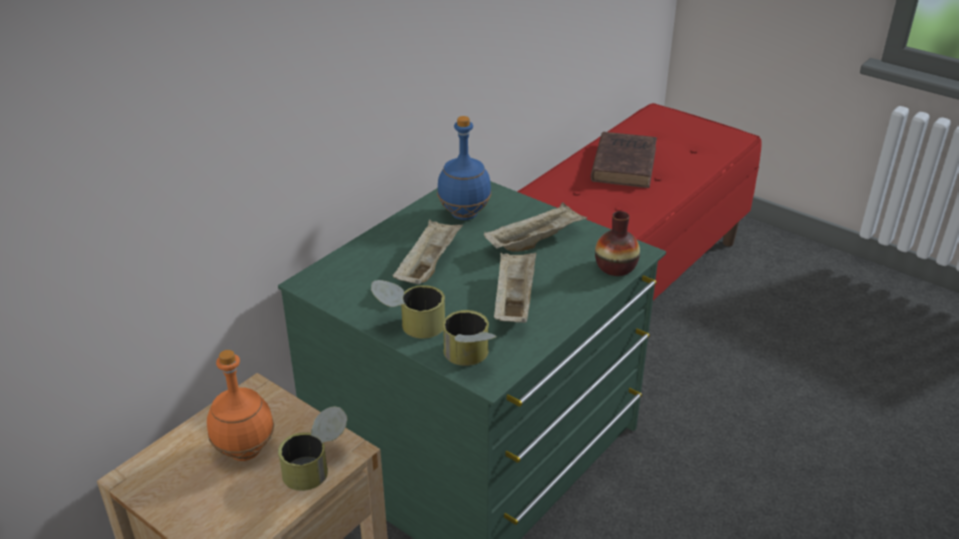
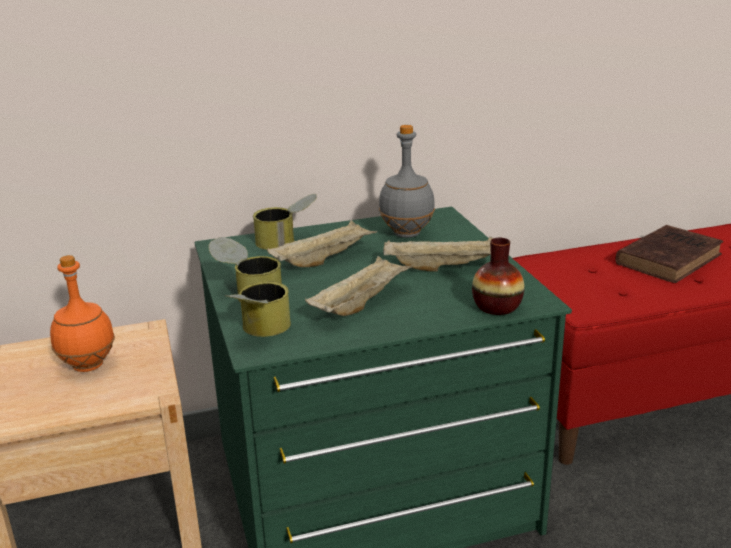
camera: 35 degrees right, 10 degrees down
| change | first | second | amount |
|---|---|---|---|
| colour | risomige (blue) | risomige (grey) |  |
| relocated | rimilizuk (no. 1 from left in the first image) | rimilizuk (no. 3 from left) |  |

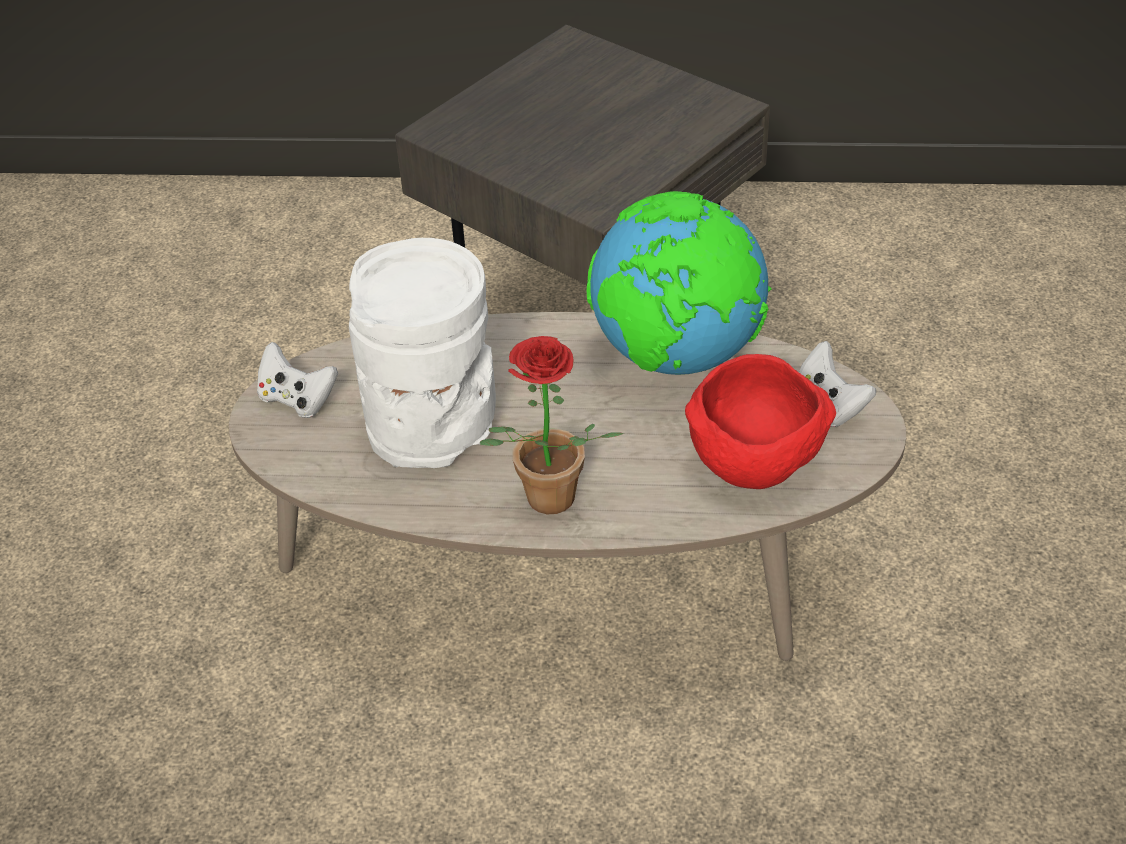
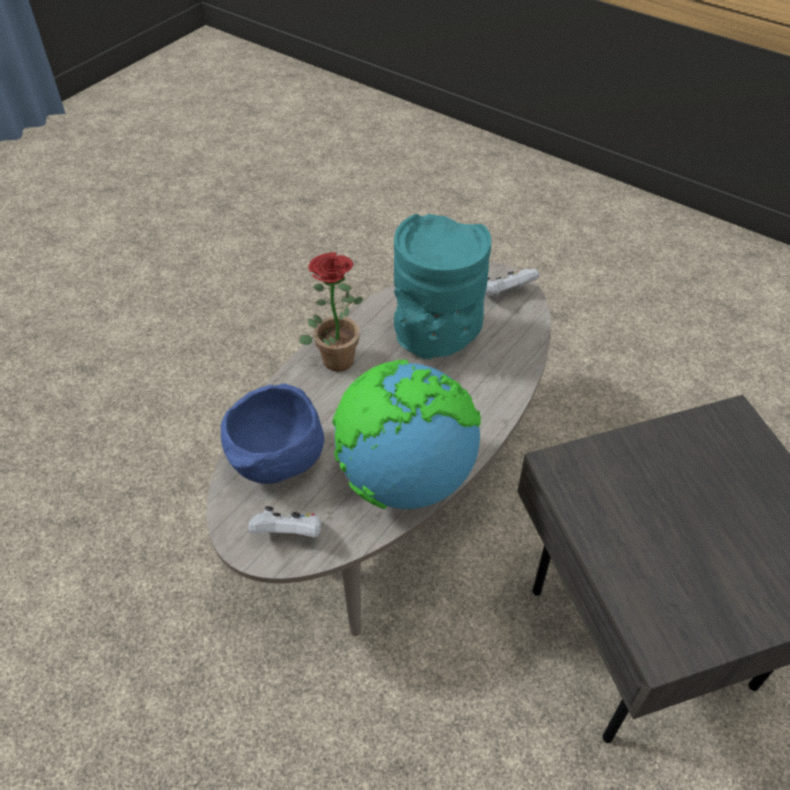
camera: 120 degrees right, 5 degrees up
| change | first | second | amount |
|---|---|---|---|
| colour | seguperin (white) | seguperin (turquoise) |  |
| colour | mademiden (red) | mademiden (blue) |  |

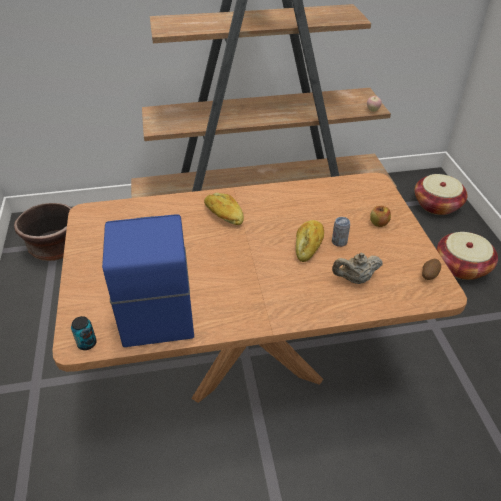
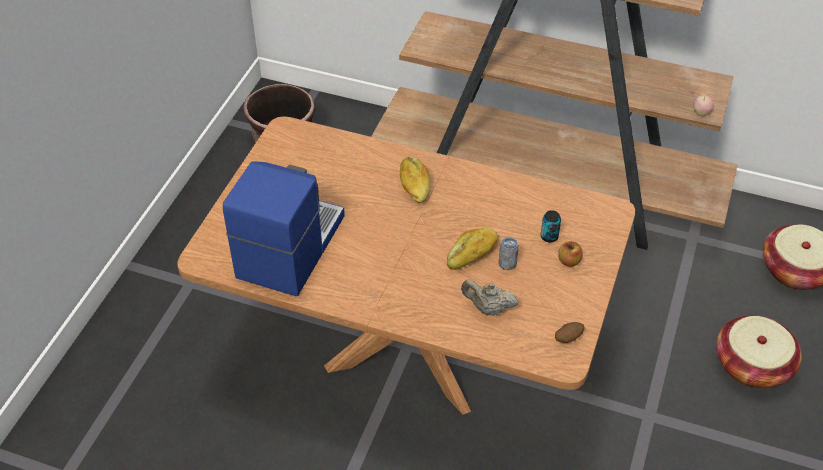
camera: 30 degrees right, 5 degrees up
| change | first | second | amount |
|---|---|---|---|
| relocated | rimilizuk (no. 1 from left in the first image) | rimilizuk (no. 2 from left) |  |

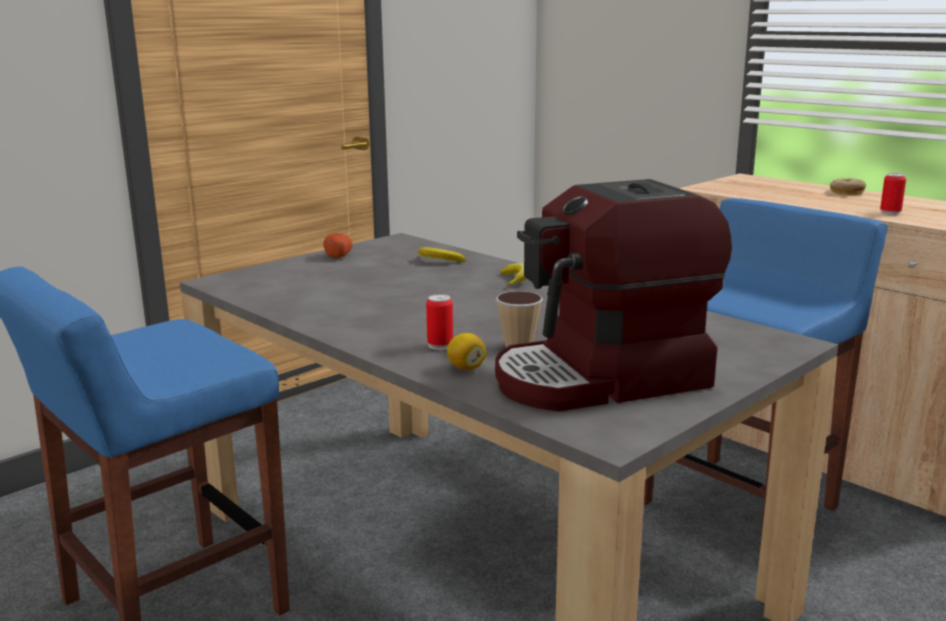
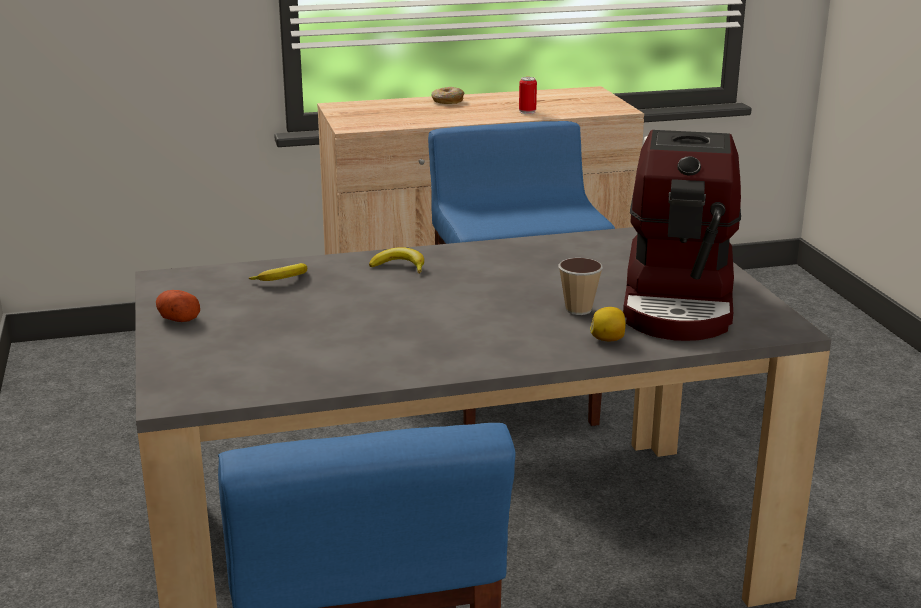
camera: 60 degrees left, 5 degrees up
| change | first | second | amount |
|---|---|---|---|
| missing | rimilizuk (no. 1 from left) |  |  |

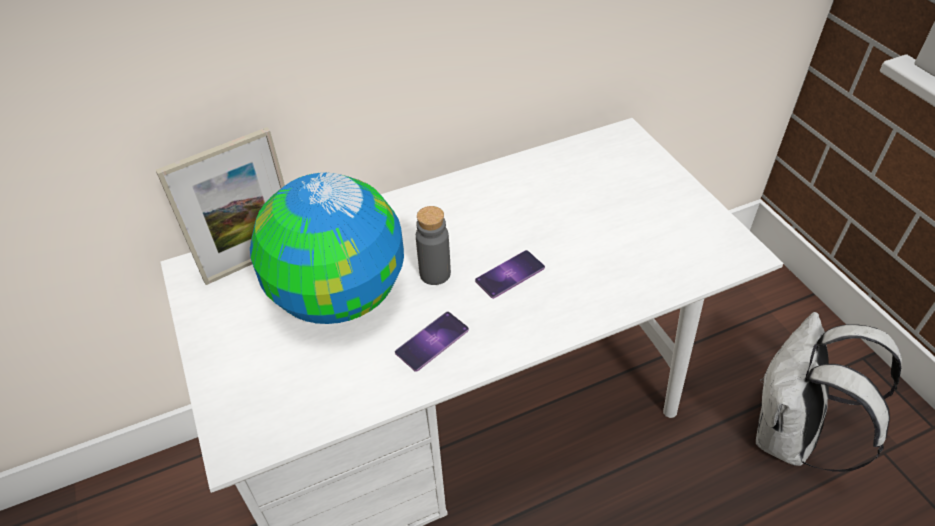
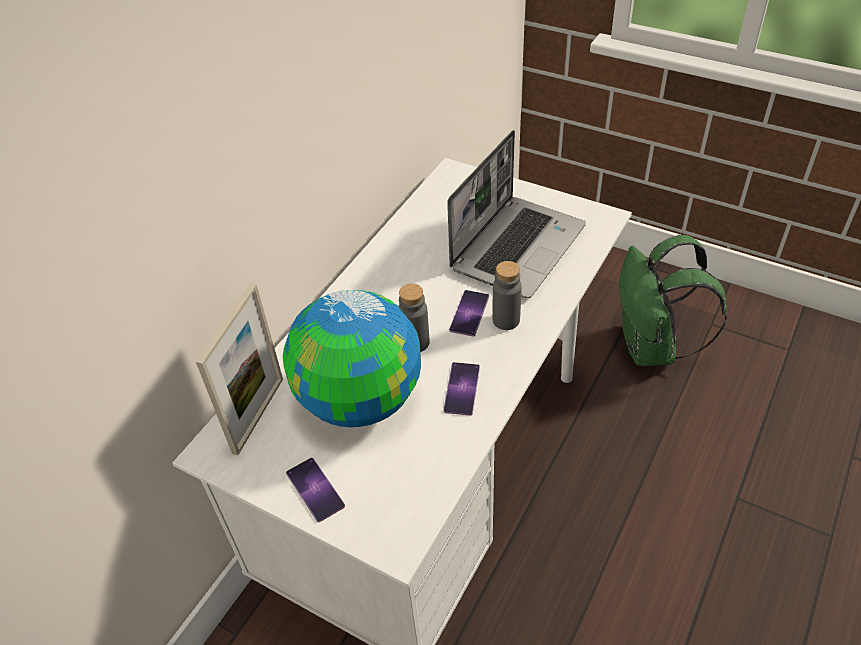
camera: 35 degrees left, 0 degrees up
| change | first | second | amount |
|---|---|---|---|
| colour | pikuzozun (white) | pikuzozun (green) |  |
| appeared |  | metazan |  |
| appeared |  | risomige (grey) (no. 2 from left) |  |
| appeared |  | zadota (no. 1 from left) |  |

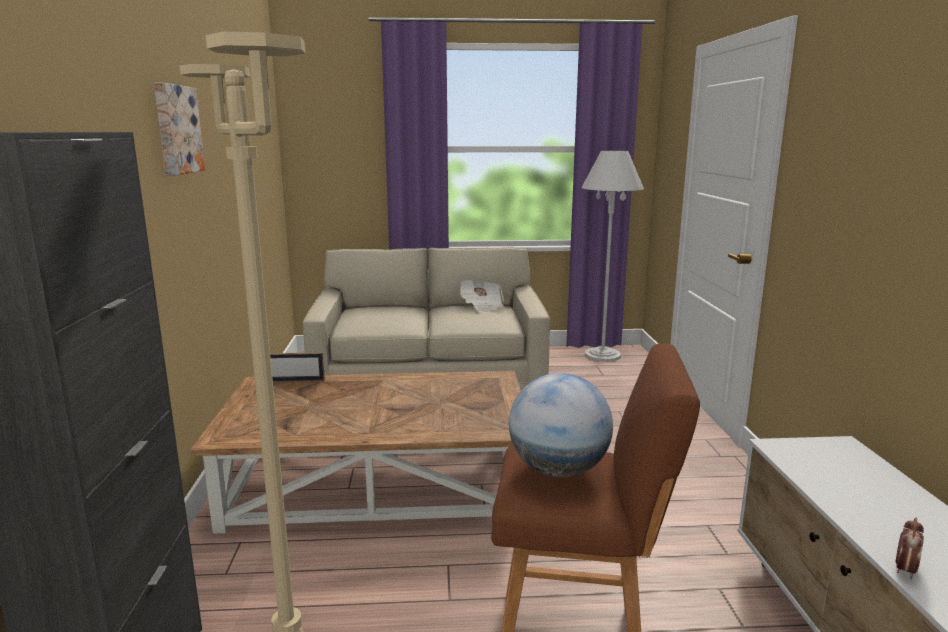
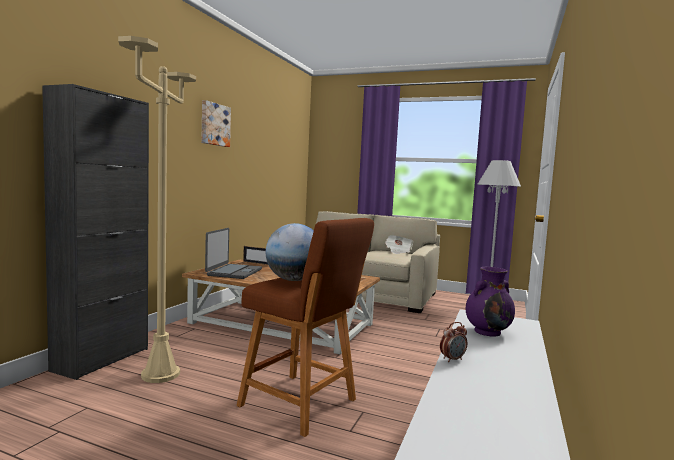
camera: 25 degrees right, 10 degrees down
| change | first | second | amount |
|---|---|---|---|
| appeared |  | metazan |  |
| appeared |  | seguperin (purple) |  |

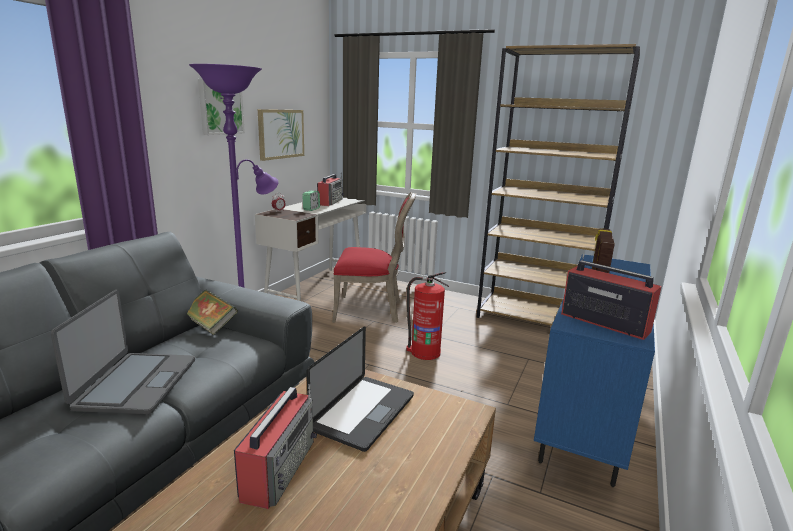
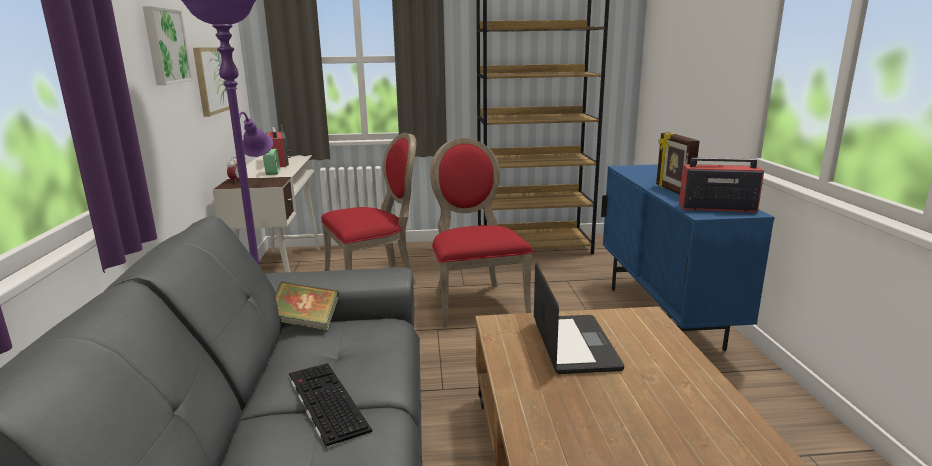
camera: 30 degrees left, 0 degrees up
| change | first | second | amount |
|---|---|---|---|
| exchanged | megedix | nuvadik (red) (no. 2 from left) |  |
| exchanged | metazan (no. 1 from left) | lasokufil |  |
| missing | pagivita (no. 1 from left) |  |  |

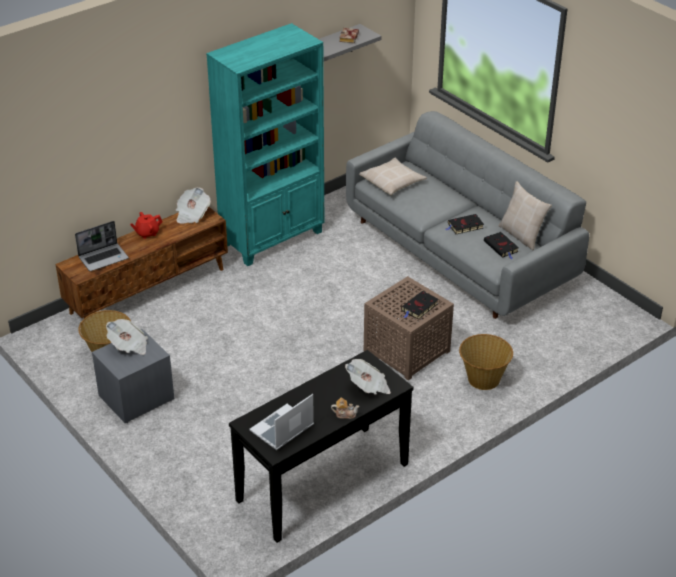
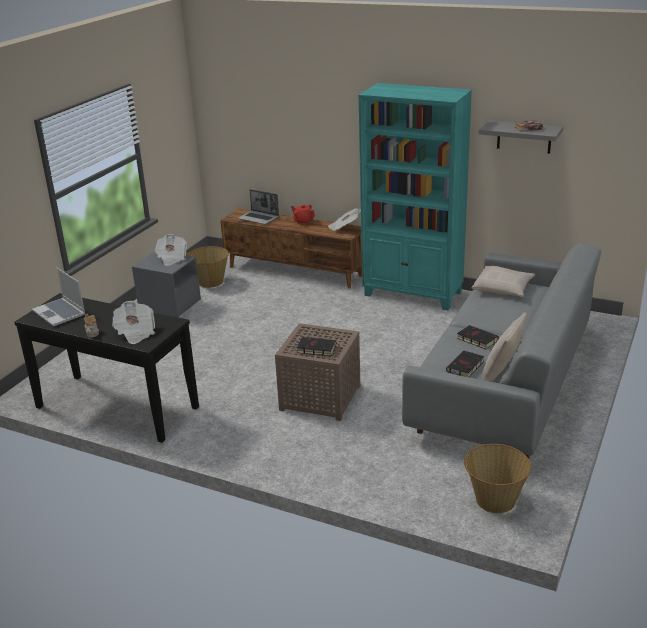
camera: 65 degrees right, 10 degrees down
| change | first | second | amount |
|---|---|---|---|
| relocated | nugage (no. 2 from left) |  |  |
| spun | metazan (no. 2 from left in the first image) | metazan (no. 1 from left) | 150 degrees counterclockwise |

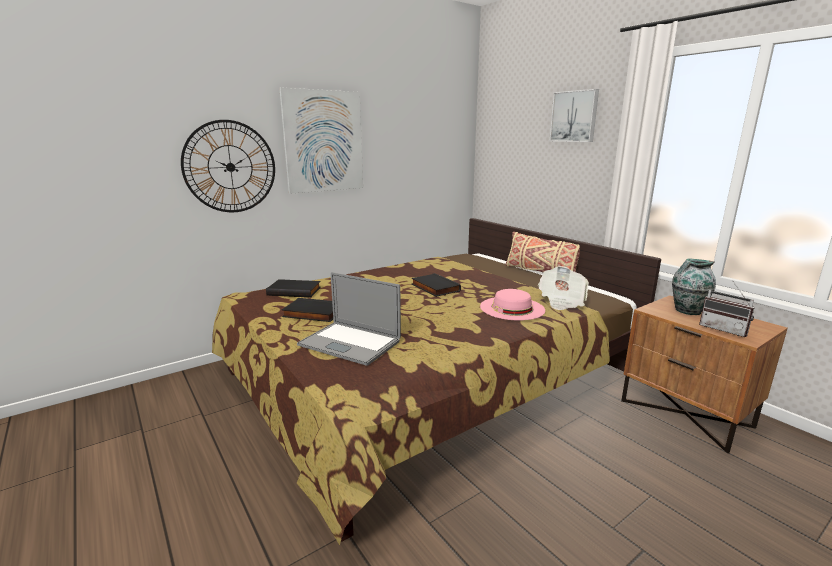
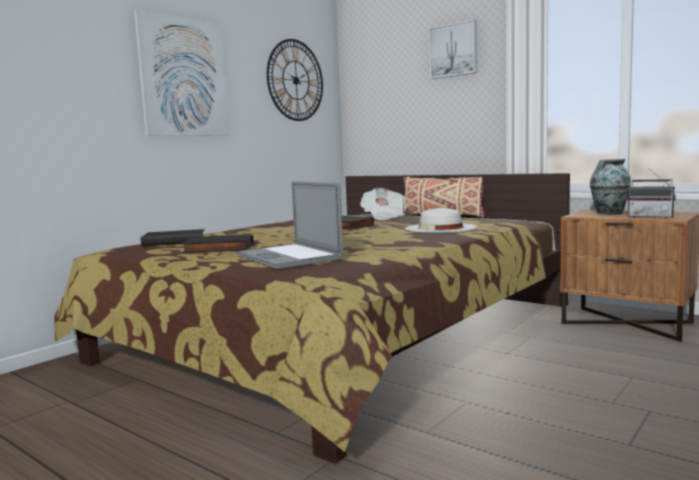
camera: 15 degrees left, 10 degrees down
| change | first | second | amount |
|---|---|---|---|
| relocated | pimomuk |  |  |
| relocated | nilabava |  |  |
| spun | metazan |  | 45 degrees clockwise |
| colour | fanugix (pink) | fanugix (white) |  |

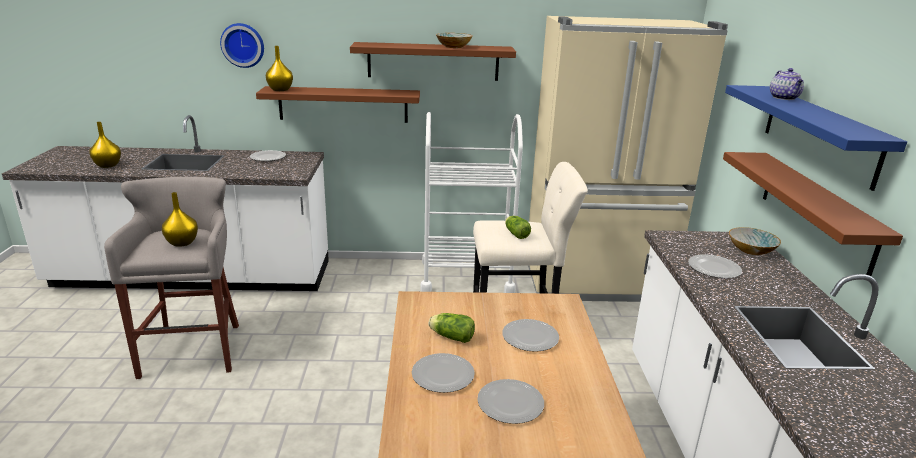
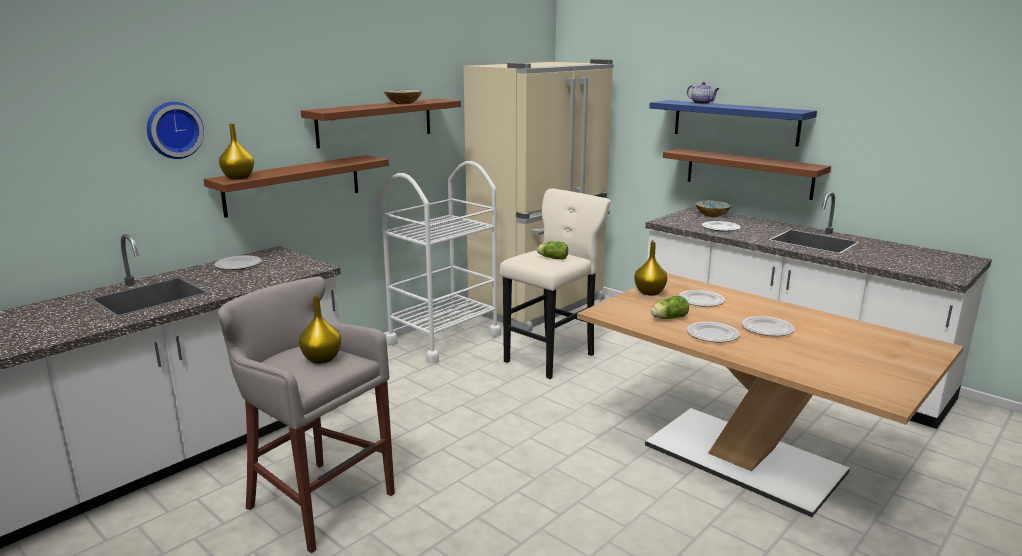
camera: 45 degrees left, 5 degrees down
| change | first | second | amount |
|---|---|---|---|
| relocated | seguperin (yellow) (no. 1 from left in the first image) | seguperin (yellow) (no. 3 from left) |  |

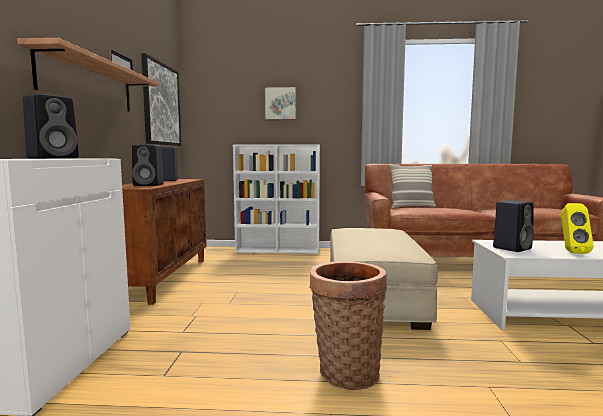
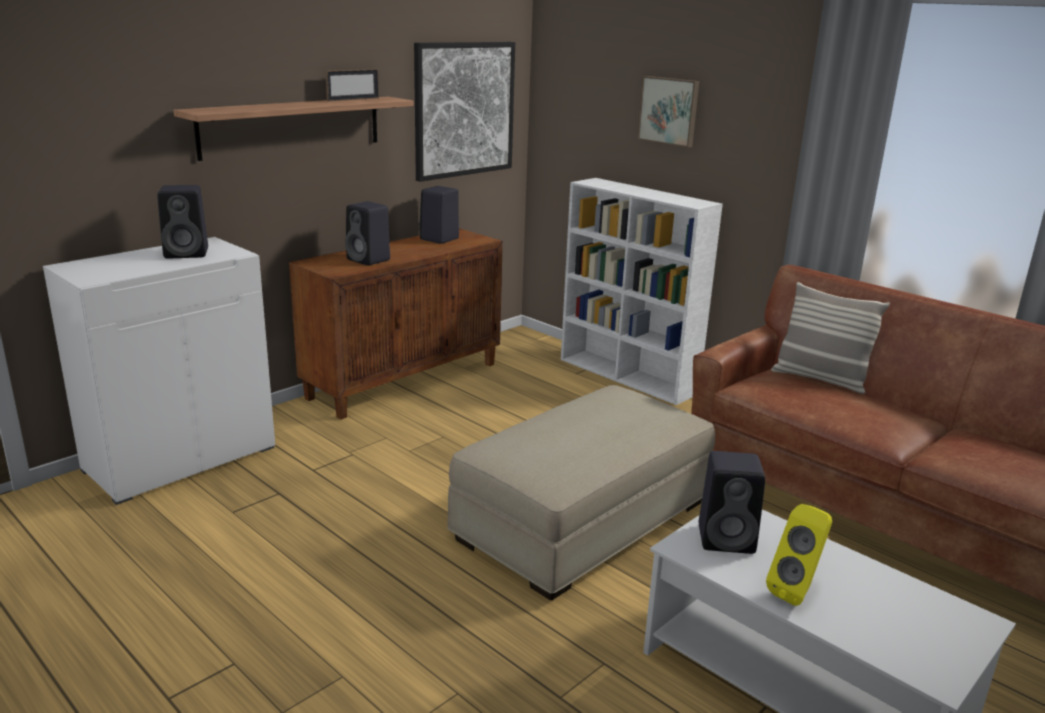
camera: 40 degrees right, 15 degrees up
| change | first | second | amount |
|---|---|---|---|
| missing | nugage |  |  |

